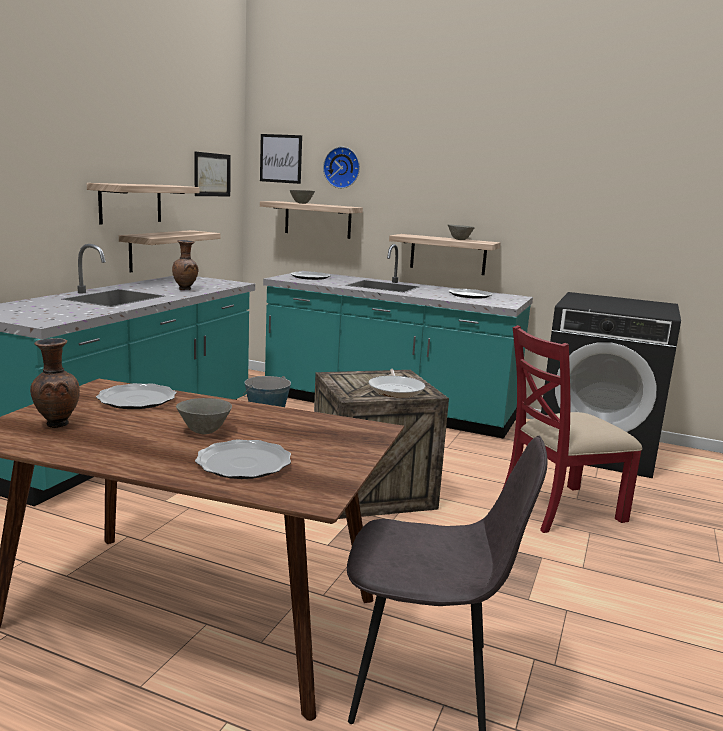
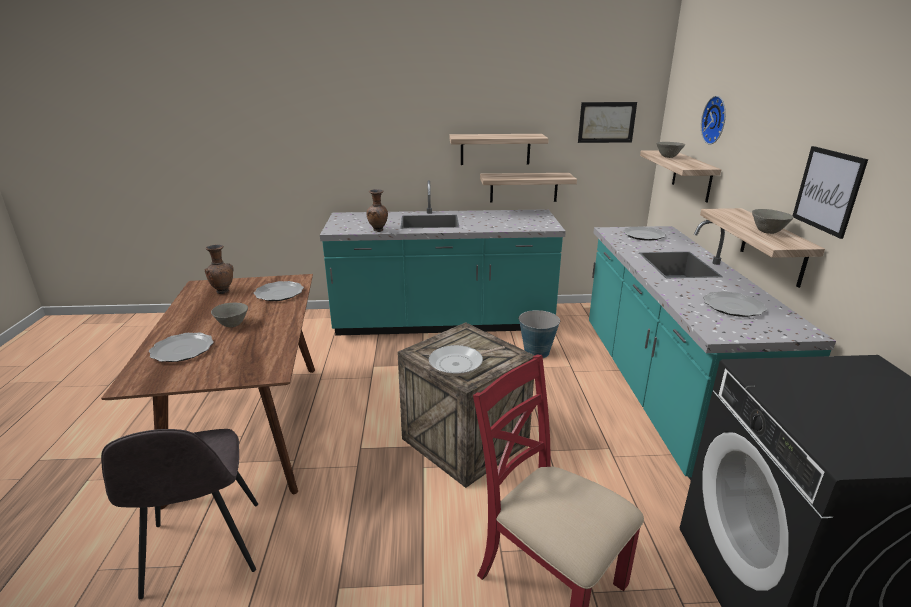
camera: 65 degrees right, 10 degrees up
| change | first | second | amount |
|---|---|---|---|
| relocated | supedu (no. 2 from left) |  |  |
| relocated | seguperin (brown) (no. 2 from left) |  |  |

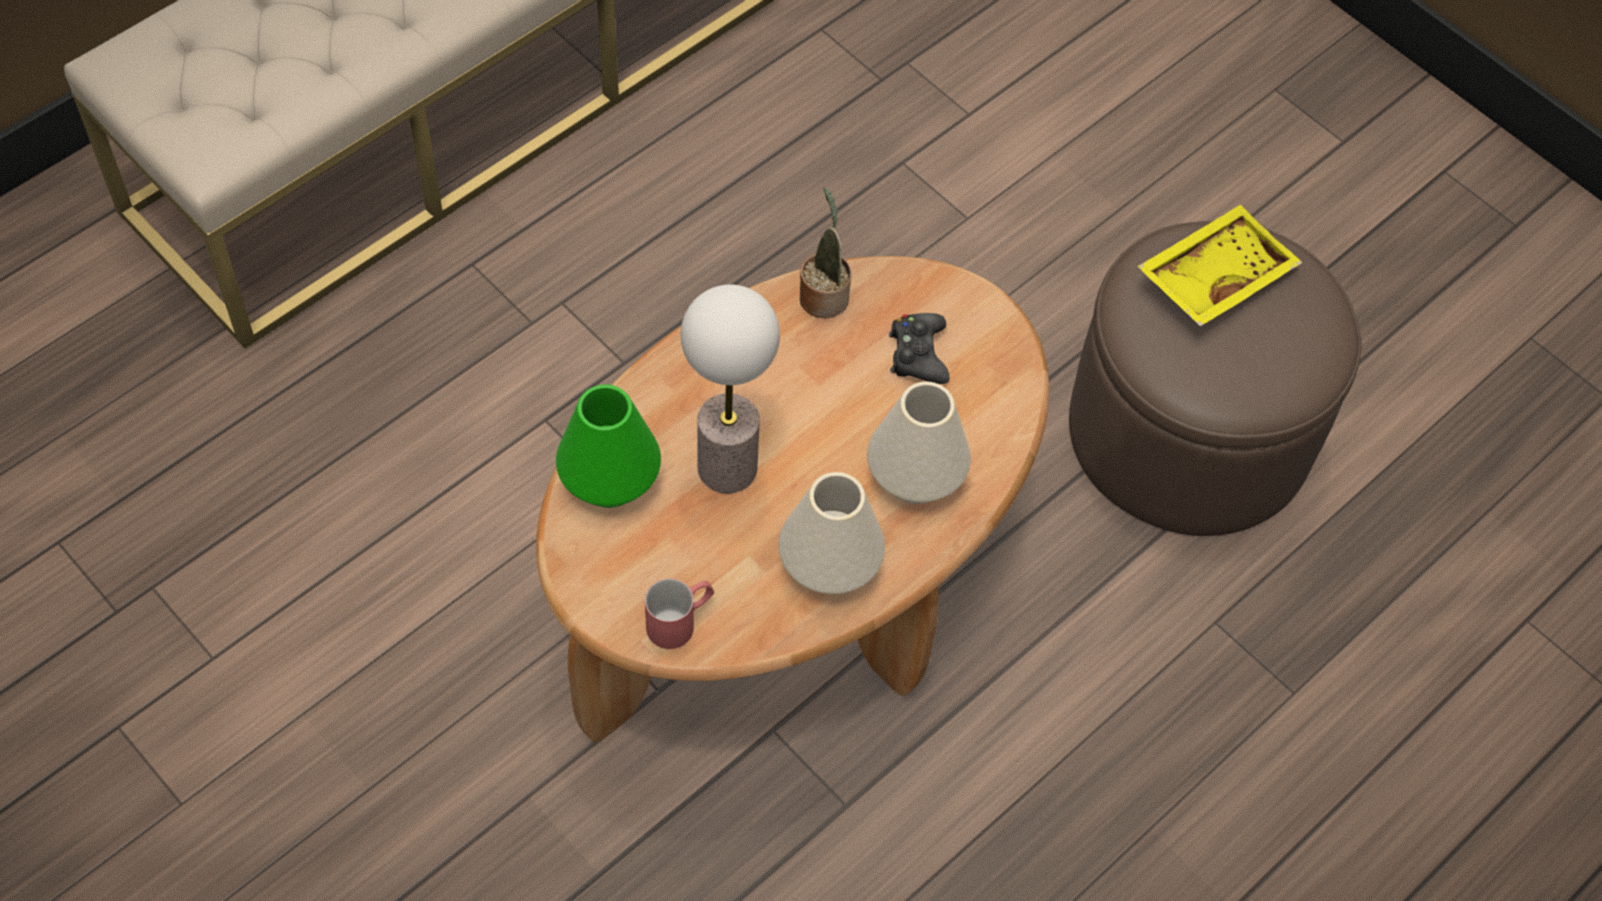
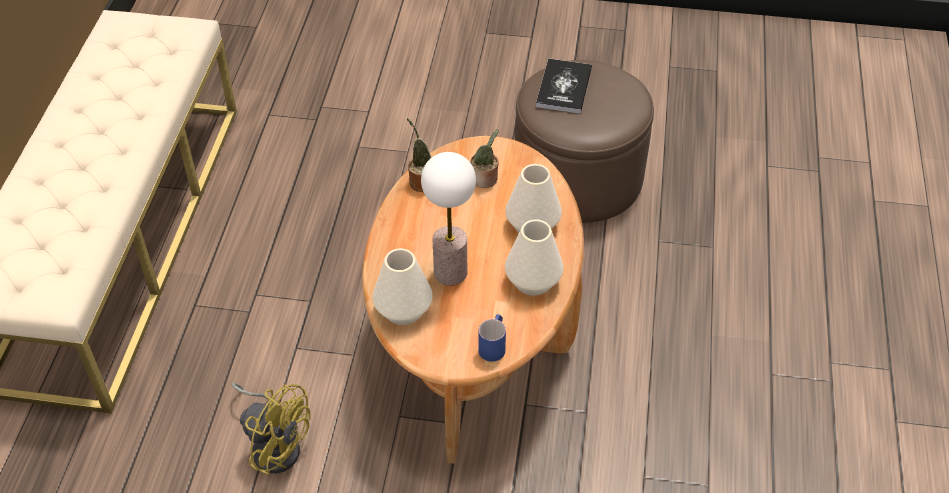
camera: 35 degrees left, 10 degrees down
| change | first | second | amount |
|---|---|---|---|
| exchanged | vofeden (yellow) | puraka |  |
| exchanged | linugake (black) | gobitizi (no. 2 from left) |  |
| colour | seguperin (green) | seguperin (white) (no. 1 from left) |  |
| colour | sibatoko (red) | sibatoko (blue) |  |
| appeared |  | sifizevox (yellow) |  |

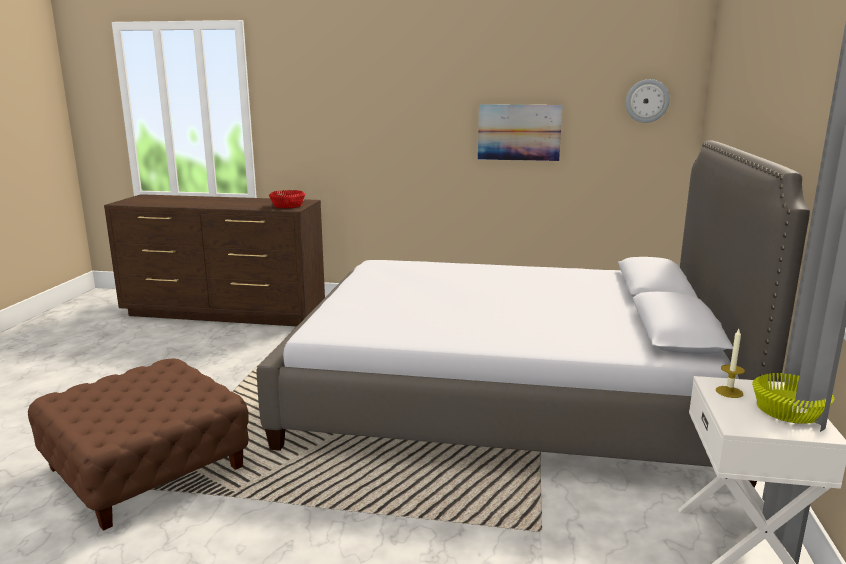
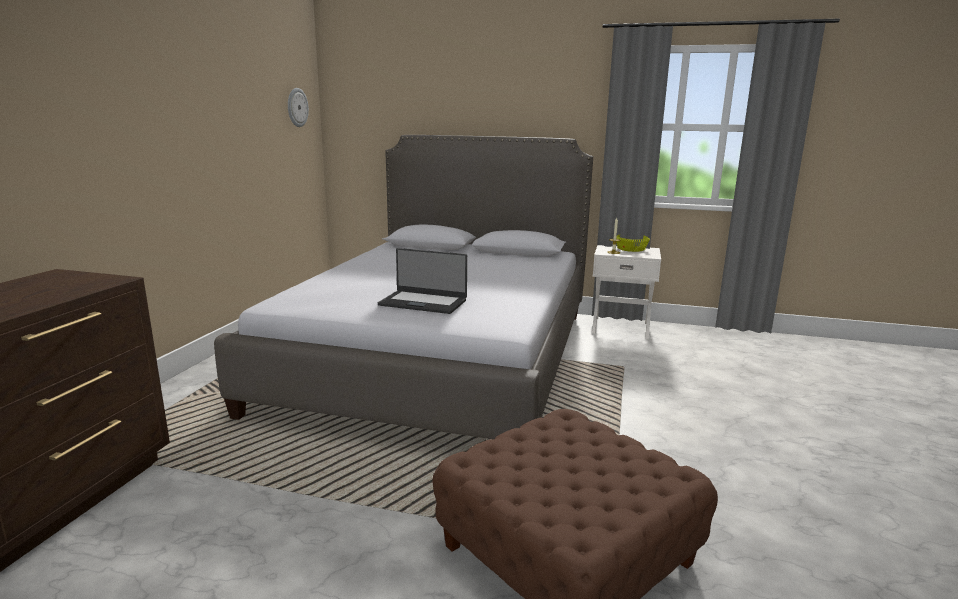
camera: 85 degrees left, 0 degrees up
| change | first | second | amount |
|---|---|---|---|
| missing | supedu |  |  |
| missing | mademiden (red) |  |  |
| appeared |  | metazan |  |

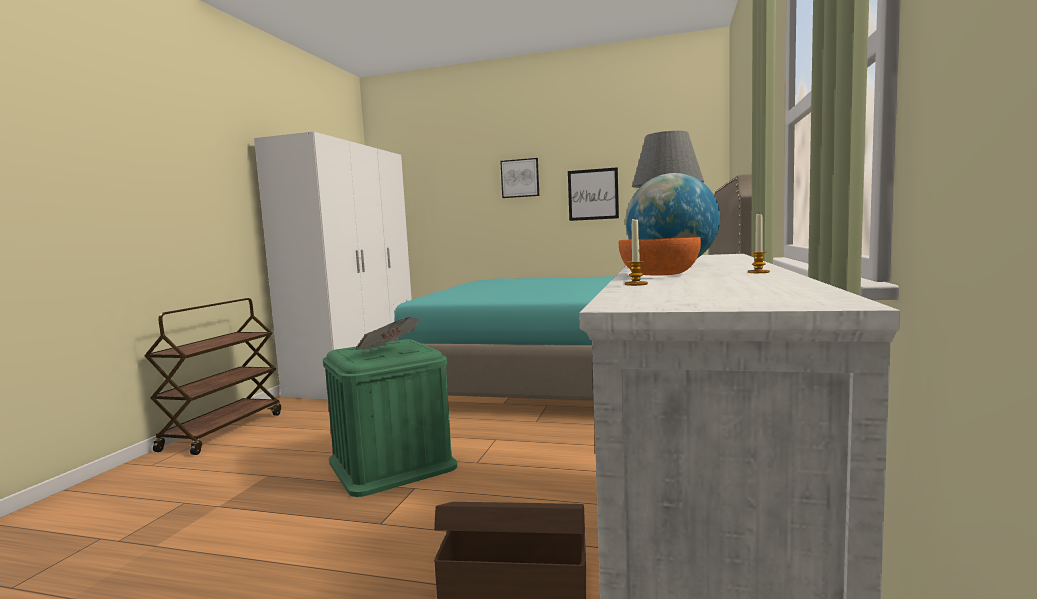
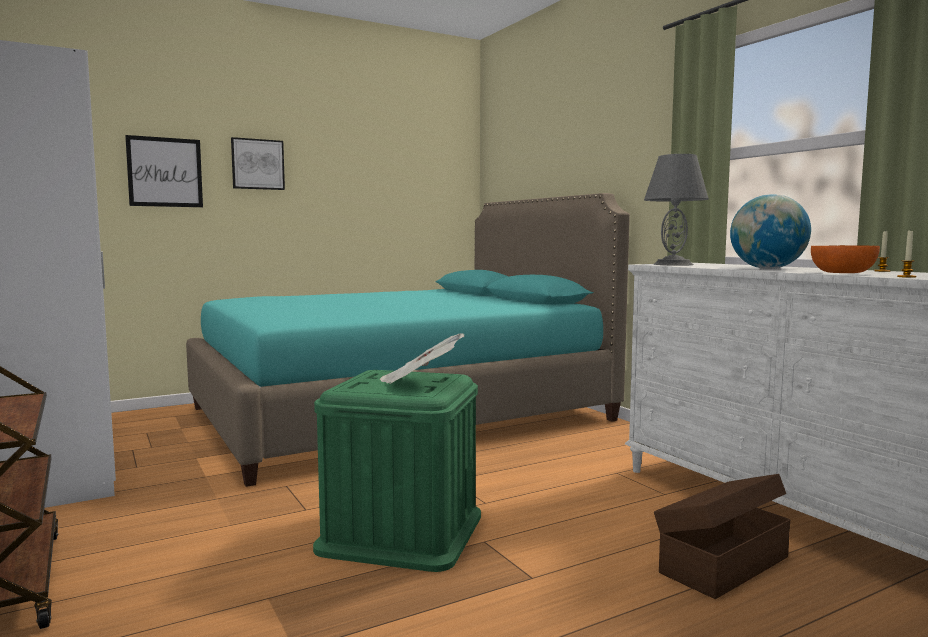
camera: 45 degrees left, 0 degrees up
| change | first | second | amount |
|---|---|---|---|
| relocated | supedu (no. 2 from left in the first image) | supedu (no. 1 from left) |  |

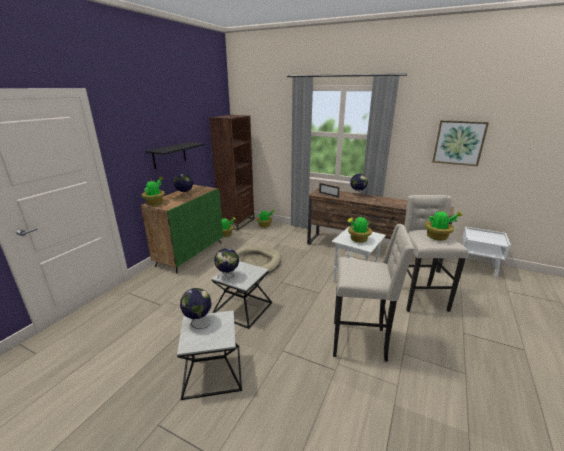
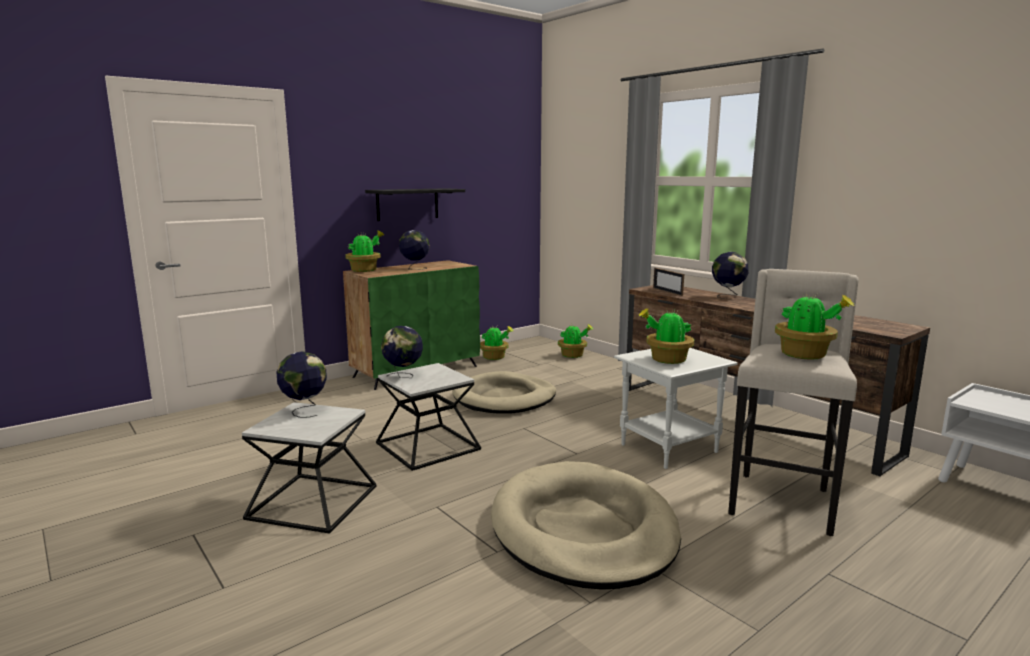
camera: 25 degrees right, 10 degrees down
| change | first | second | amount |
|---|---|---|---|
| missing | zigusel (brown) |  |  |
| missing | supedu |  |  |
| exchanged | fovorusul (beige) (no. 1 from left) | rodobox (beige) (no. 2 from left) |  |

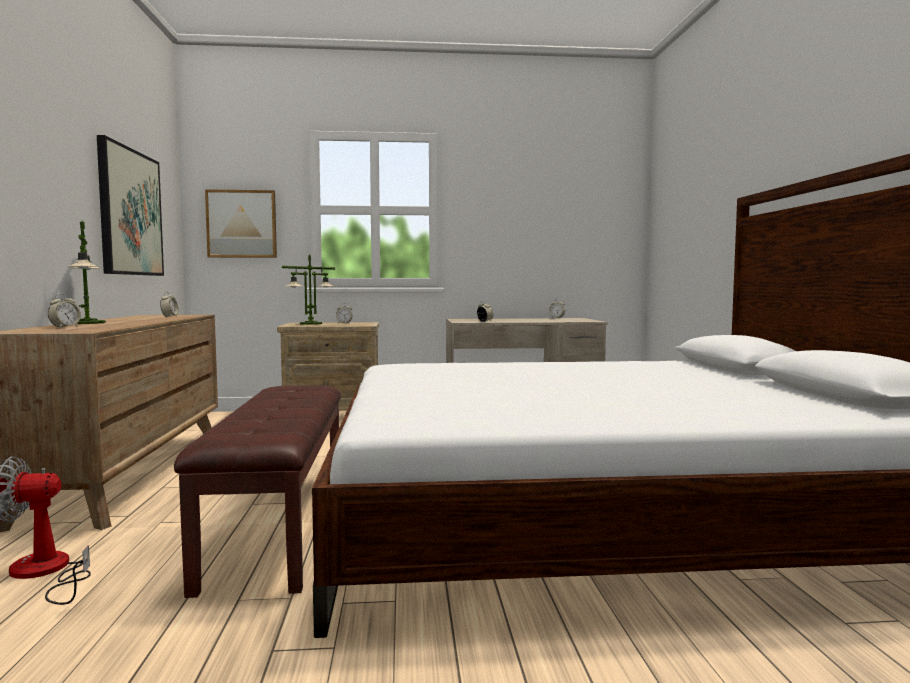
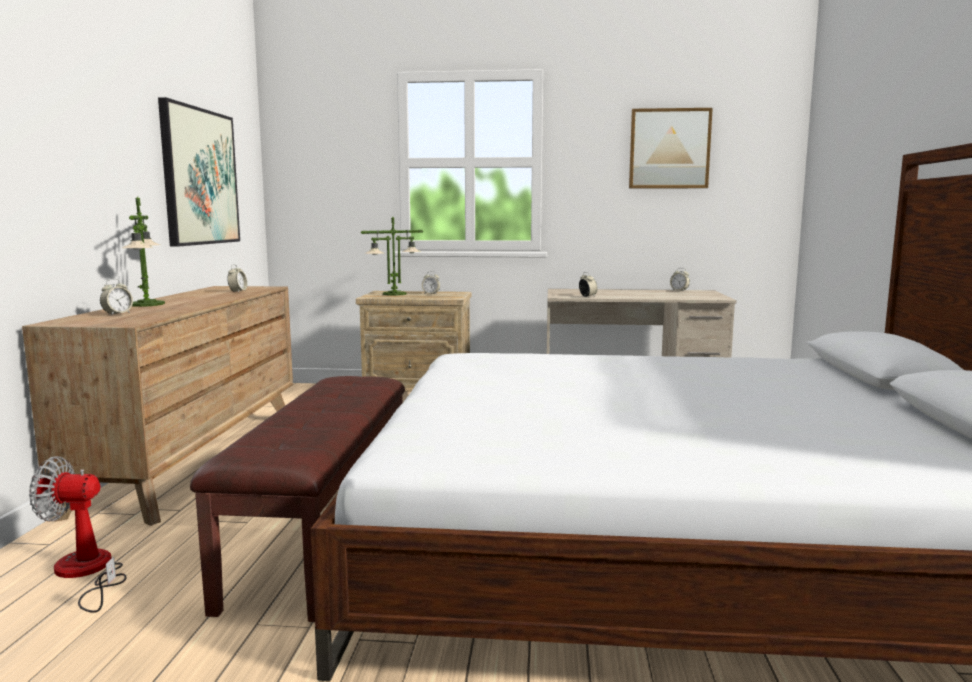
camera: 10 degrees right, 5 degrees up
| change | first | second | amount |
|---|---|---|---|
| relocated | supedu (no. 2 from left) |  |  |

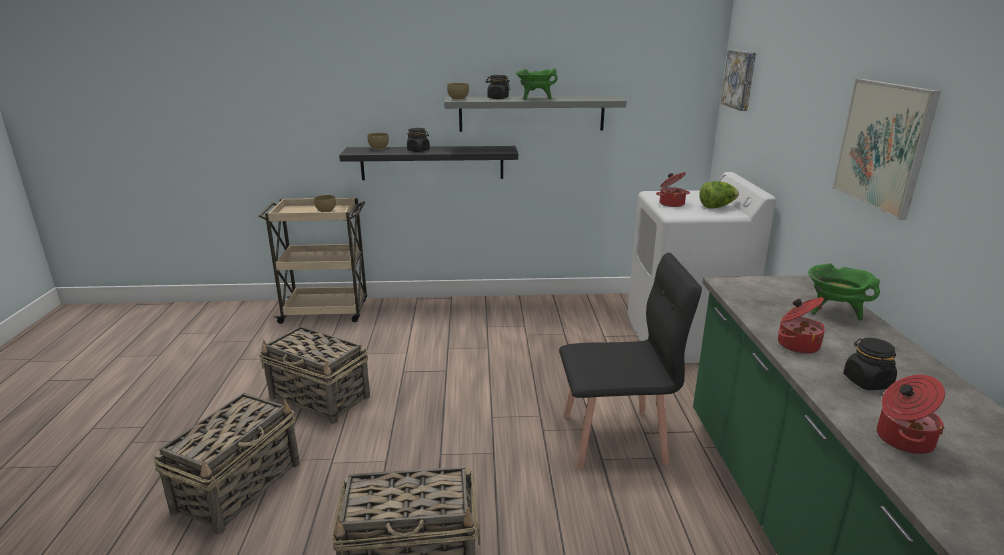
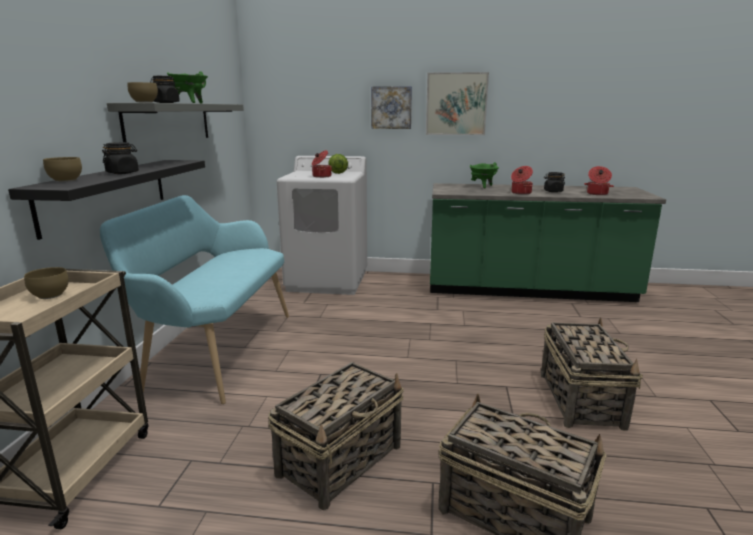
camera: 80 degrees left, 5 degrees down
| change | first | second | amount |
|---|---|---|---|
| relocated | supedu (no. 1 from left) |  |  |
| missing | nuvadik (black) |  |  |
| appeared |  | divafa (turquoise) |  |

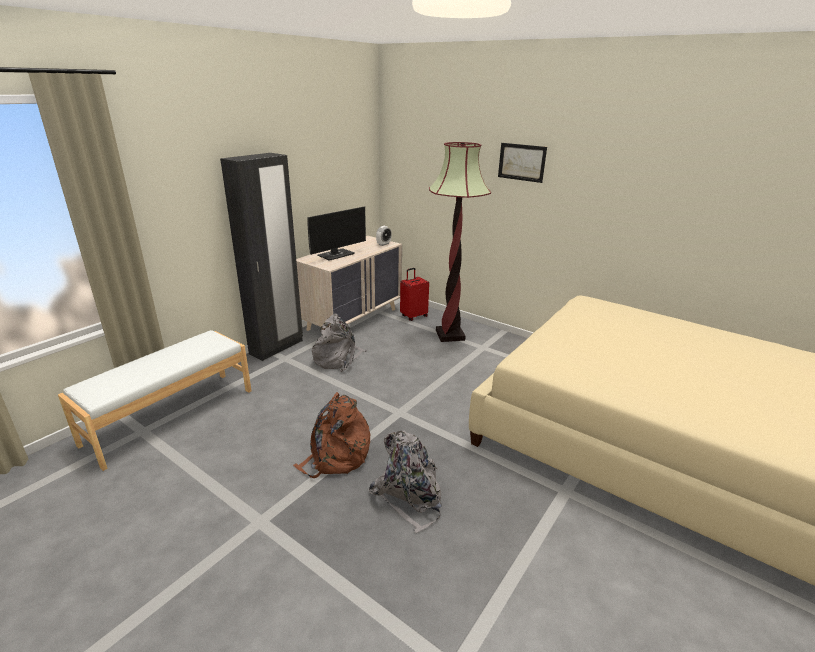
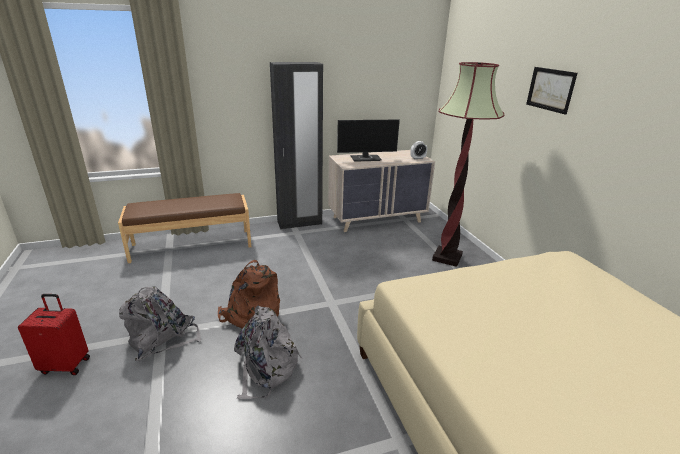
camera: 35 degrees right, 0 degrees up
| change | first | second | amount |
|---|---|---|---|
| relocated | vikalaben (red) |  |  |
| relocated | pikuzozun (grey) (no. 1 from left) |  |  |
| colour | divafa (white) | divafa (brown) |  |

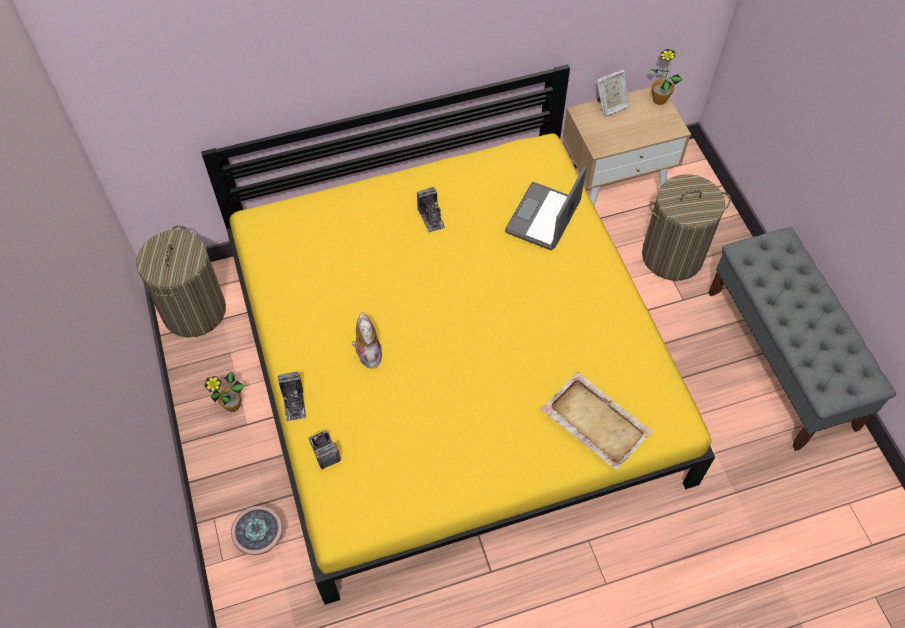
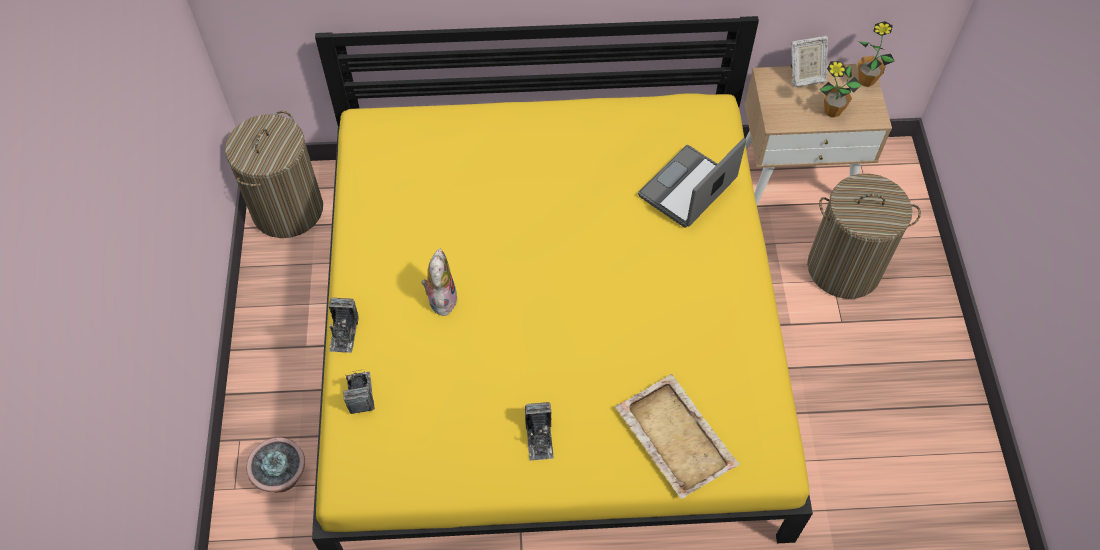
camera: 15 degrees right, 0 degrees up
| change | first | second | amount |
|---|---|---|---|
| relocated | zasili (no. 3 from left) |  |  |
| missing | divafa (grey) |  |  |
| relocated | gobitizi (no. 1 from left in the first image) | gobitizi (no. 2 from left) |  |

